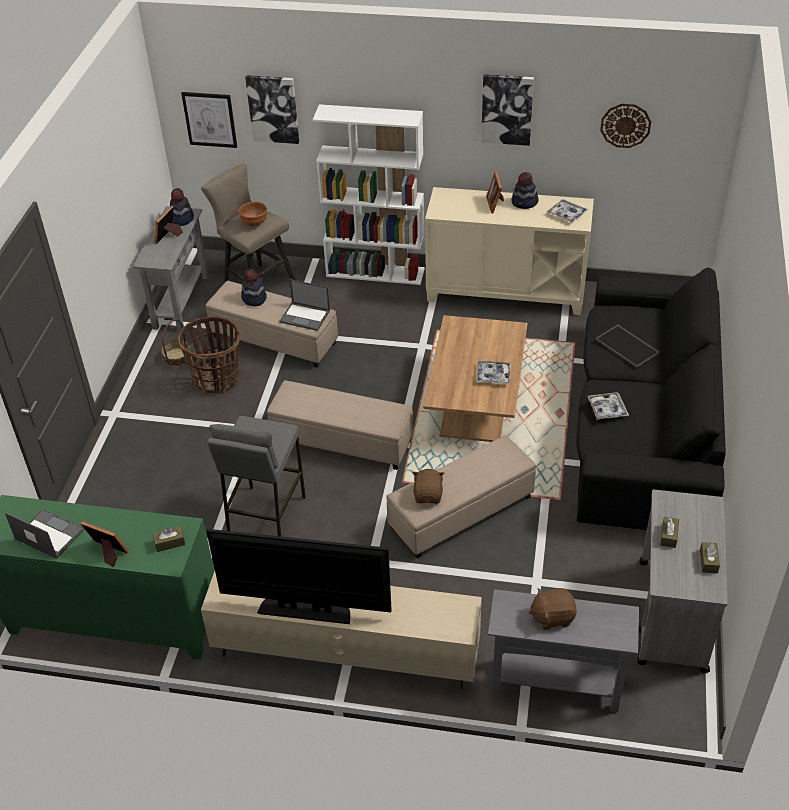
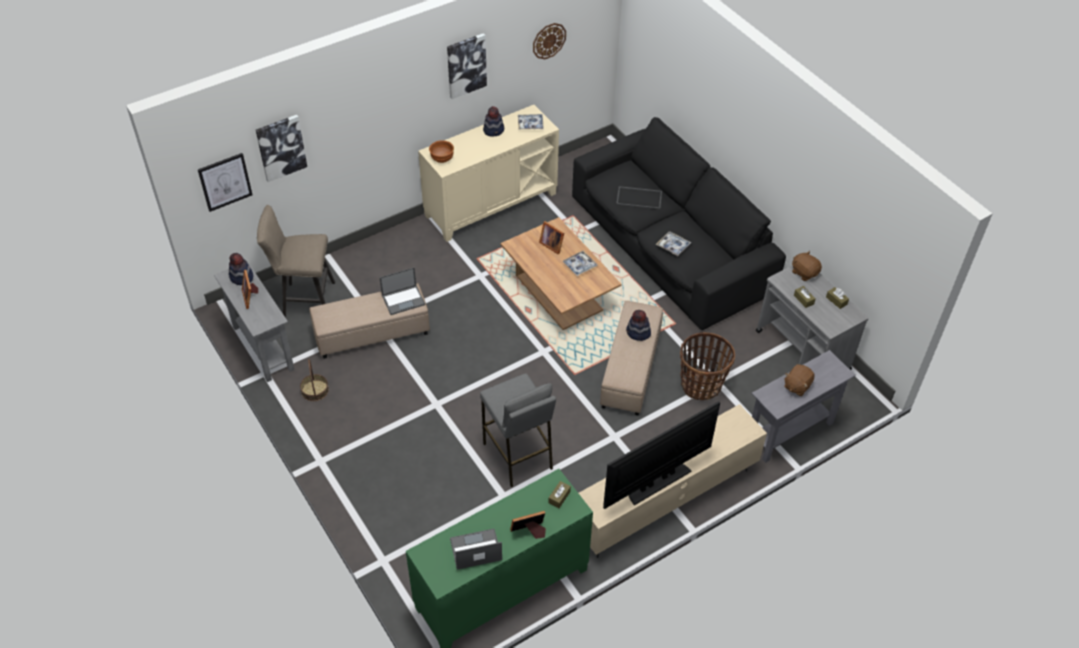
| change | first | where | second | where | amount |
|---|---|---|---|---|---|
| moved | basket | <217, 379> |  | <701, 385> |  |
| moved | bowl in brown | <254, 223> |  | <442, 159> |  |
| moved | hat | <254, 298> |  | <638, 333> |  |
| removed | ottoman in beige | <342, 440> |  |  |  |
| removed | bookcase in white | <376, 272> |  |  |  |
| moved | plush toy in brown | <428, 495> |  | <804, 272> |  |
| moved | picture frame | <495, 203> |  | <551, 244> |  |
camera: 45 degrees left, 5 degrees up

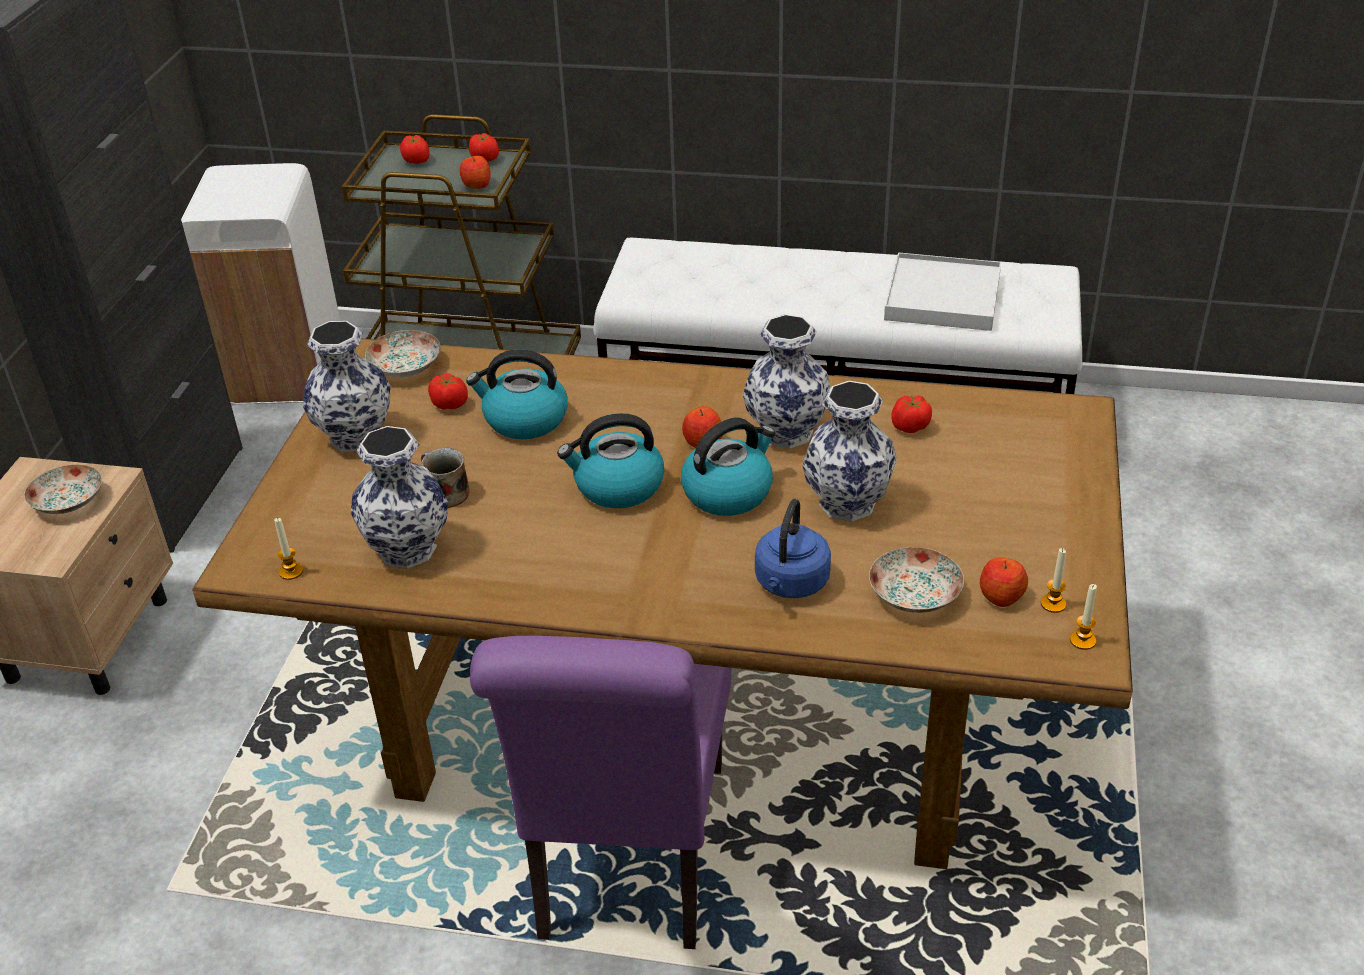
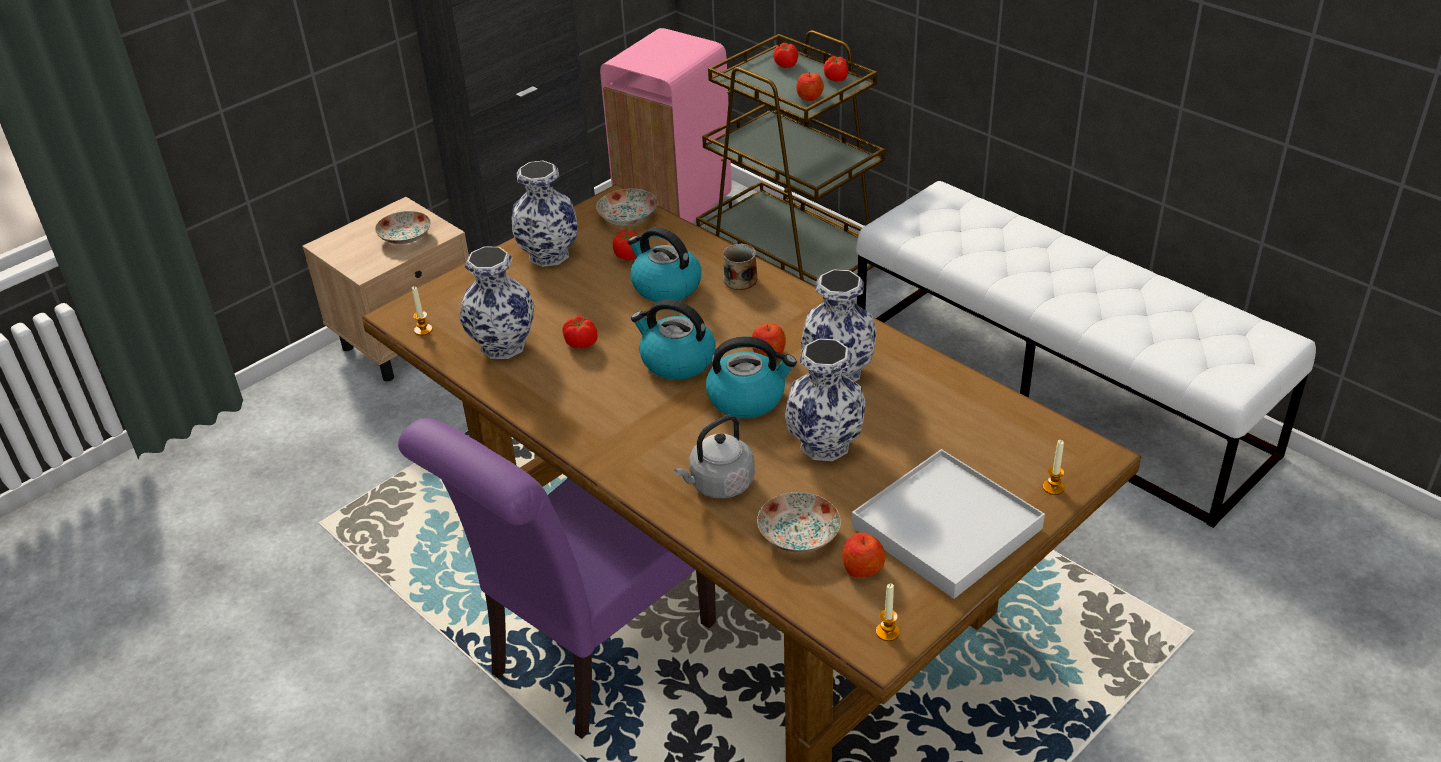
| change | first | where | second | where | amount |
|---|---|---|---|---|---|
| recoloured | trash can in white | <287, 371> | trash can in pink | <675, 204> |  |
| moved | mug | <445, 493> |  | <739, 279> |  |
| recoloured | kettle in blue | <790, 584> | kettle in grey | <719, 485> |  |
| moved | tray in white | <942, 297> |  | <946, 528> |  |
| moved | tomato | <910, 427> |  | <581, 344> |  |
| moved | candle | <1053, 604> |  | <1053, 487> |  |
camera: 35 degrees right, 0 degrees up

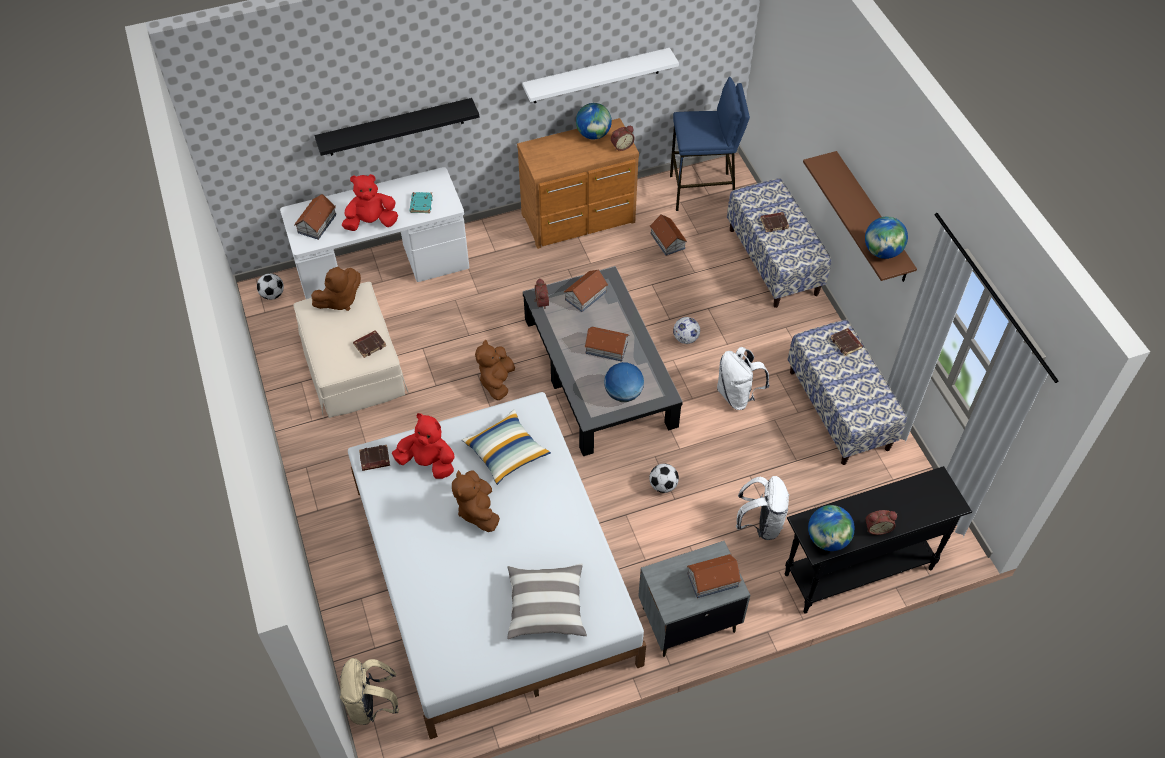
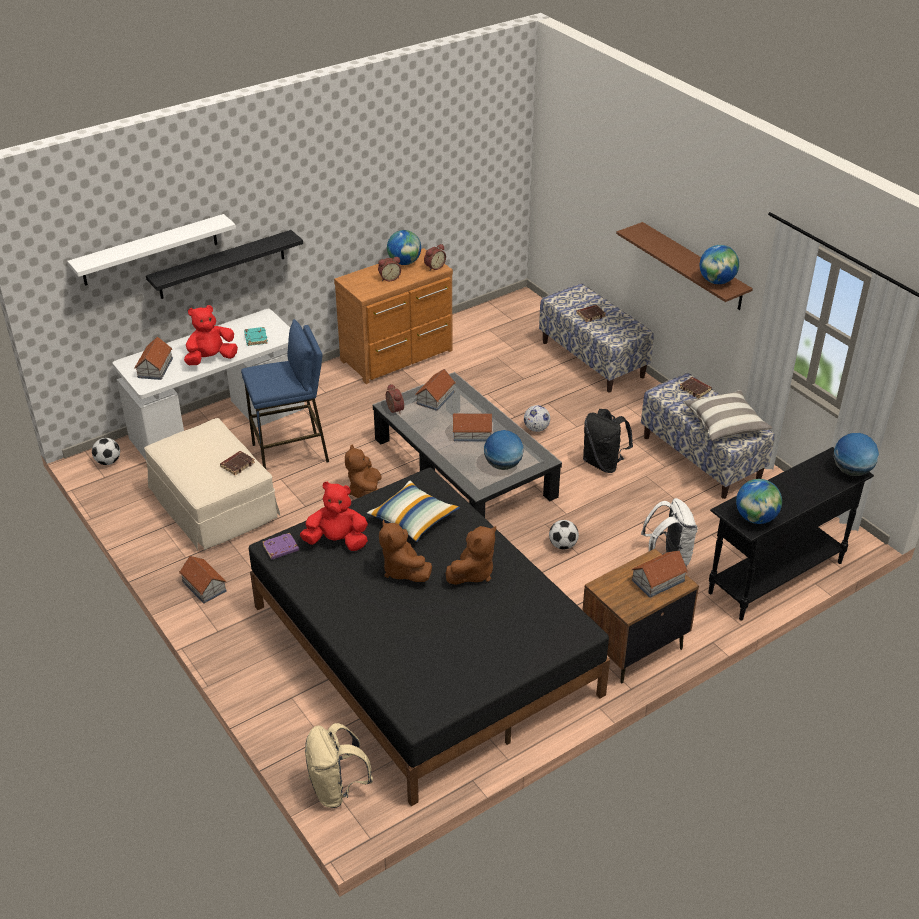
| change | first | where | second | where | amount |
|---|---|---|---|---|---|
| moved | plush toy in brown | <339, 300> |  | <473, 573> |  |
| recoloured | bed in white | <493, 574> | bed in black | <423, 650> |  |
| recoloured | book in brown | <374, 460> | book in purple | <280, 549> |  |
| moved | pillow | <546, 607> |  | <725, 424> |  |
| moved | shelf in white | <596, 76> |  | <150, 250> |  |
| recoloured | nightstand in grey | <687, 620> | nightstand in brown | <632, 648> |  |
| moved | toy house | <667, 241> |  | <204, 586> |  |
| moved | stool in blue | <702, 191> |  | <291, 454> |  |
| recoloured | backpack in white | <737, 395> | backpack in black | <603, 463> |  |
| moved | alarm clock | <877, 527> |  | <389, 278> |  |
| added |  |  | globe | <851, 471> |  |
camera: 15 degrees left, 15 degrees down

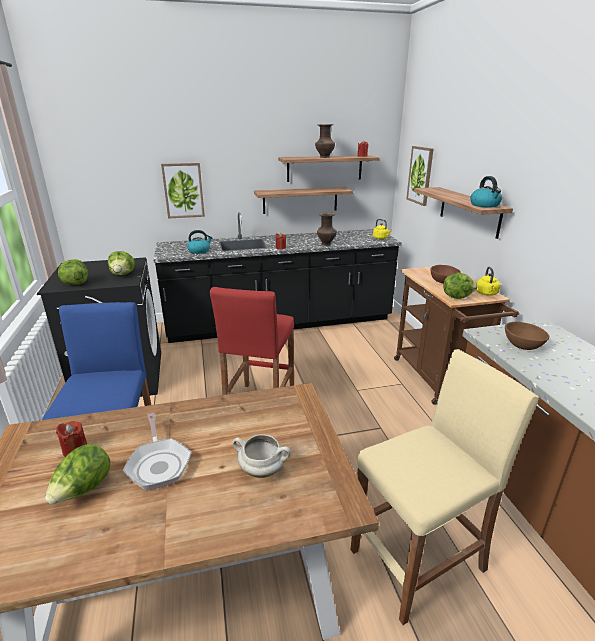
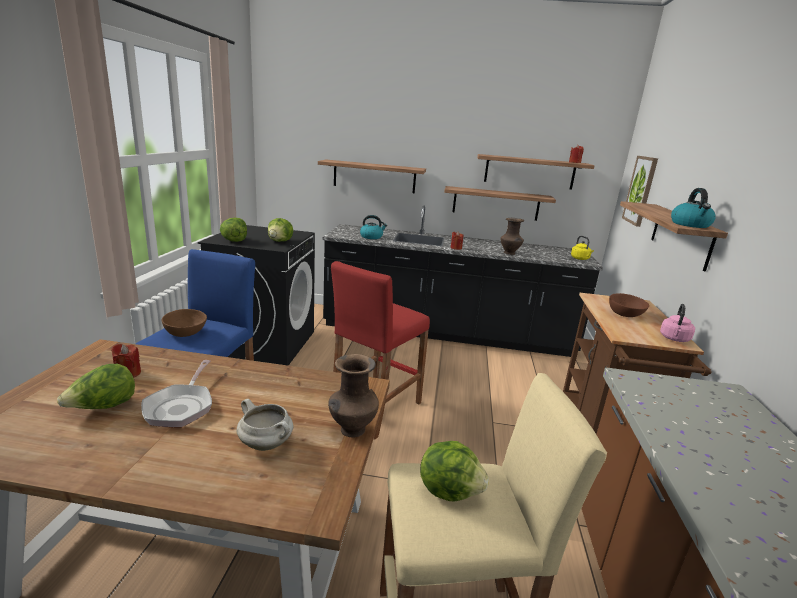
| change | first | where | second | where | amount |
|---|---|---|---|---|---|
| replaced | picture | <183, 190> | shelf | <374, 176> |  |
| moved | vase in brown | <324, 157> |  | <351, 430> |  |
| moved | lettuce | <456, 297> |  | <449, 490> |  |
| recoloured | kettle in yellow | <486, 294> | kettle in pink | <674, 339> |  |
| moved | bowl in brown | <522, 345> |  | <185, 332> |  |
camera: 20 degrees right, 5 degrees down

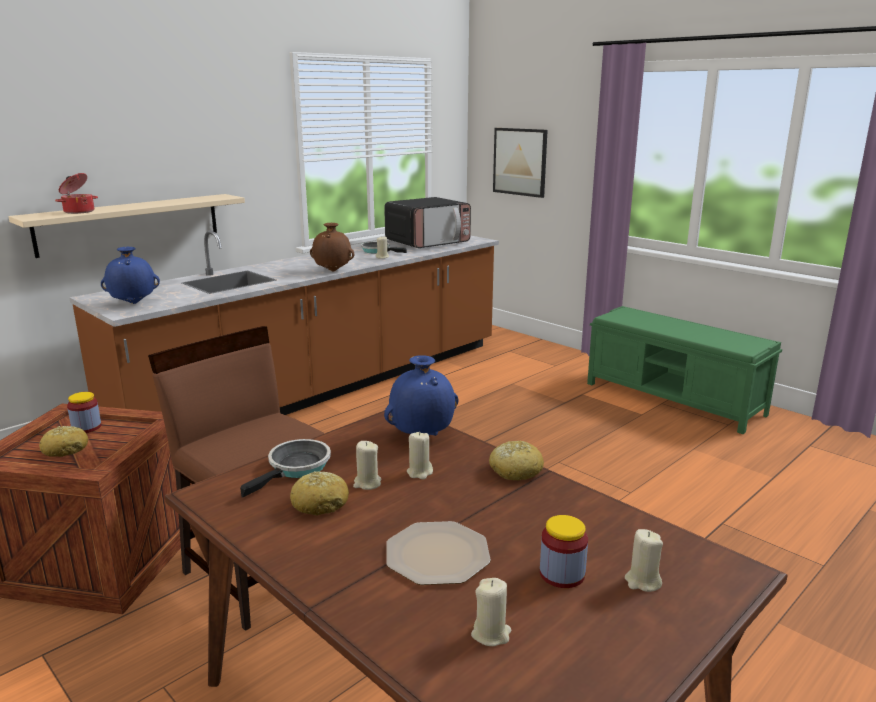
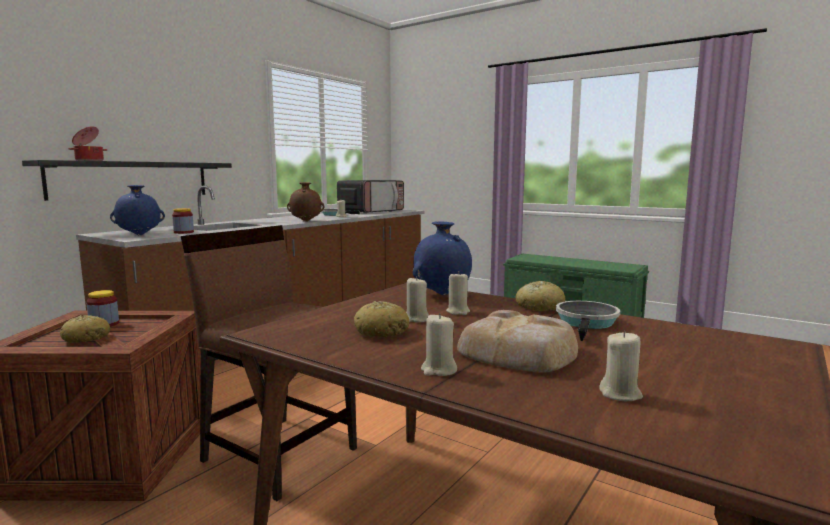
| change | first | where | second | where | amount |
|---|---|---|---|---|---|
| recoloured | shelf in beige | <130, 224> | shelf in black | <132, 179> |  |
| moved | frying pan | <296, 468> |  | <587, 323> |  |
| replaced | plate | <437, 555> | bread | <519, 353> |  |
| removed | picture | <520, 162> |  |  |  |
| moved | jar | <562, 574> |  | <183, 232> |  |
| moved | candle in beige | <642, 581> |  | <438, 370> |  |
camera: 10 degrees left, 10 degrees down

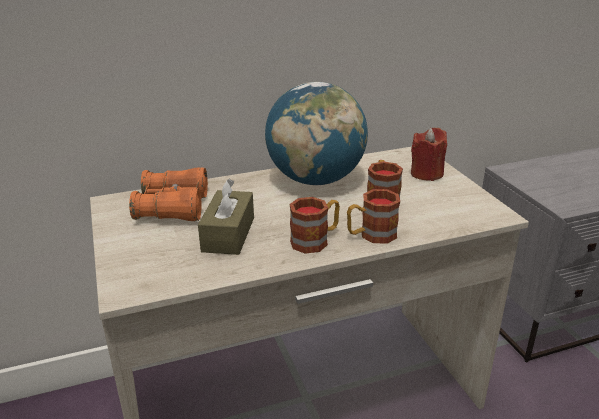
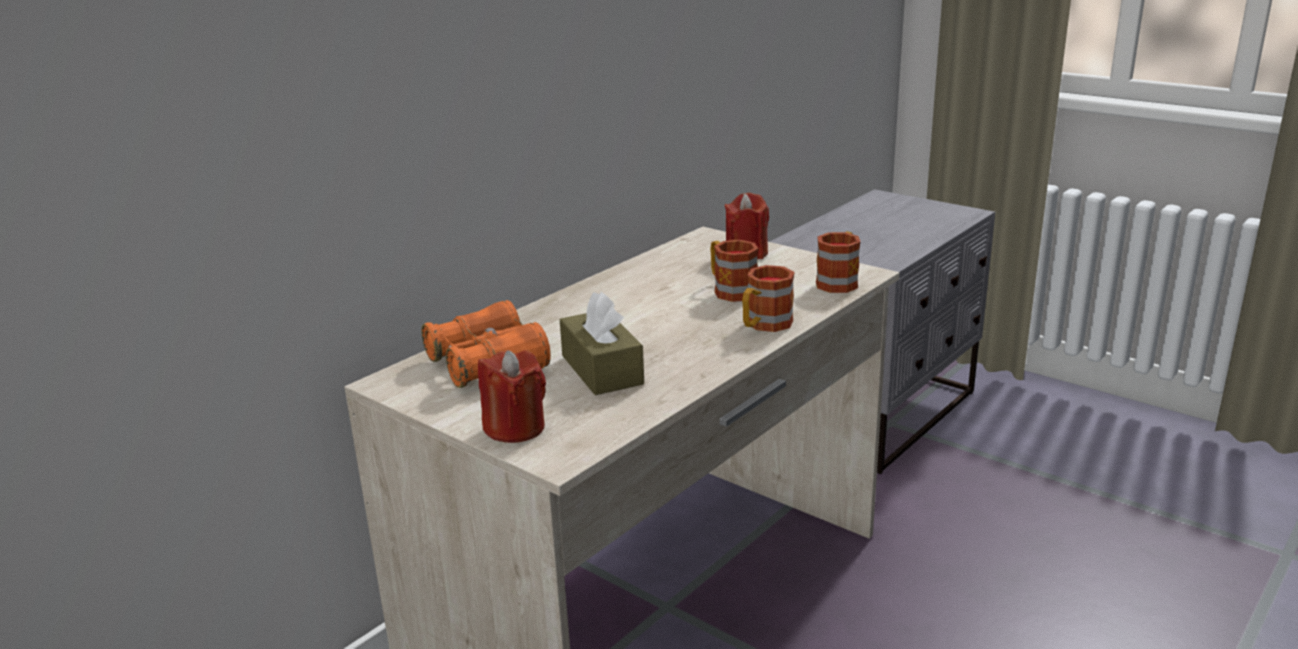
| change | first | where | second | where | amount |
|---|---|---|---|---|---|
| removed | globe | <316, 180> |  |  |  |
| moved | mug | <315, 240> |  | <839, 281> |  |
| added |  |  | candle in red | <515, 428> |  |
camera: 30 degrees left, 5 degrees down

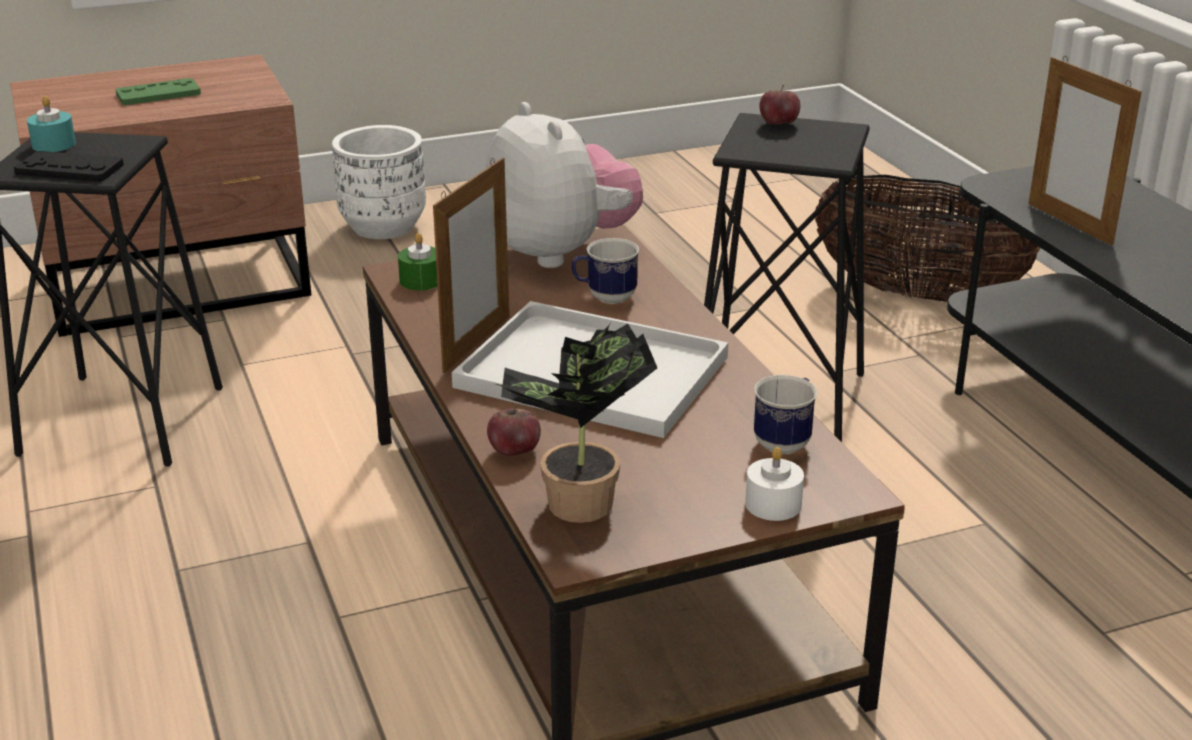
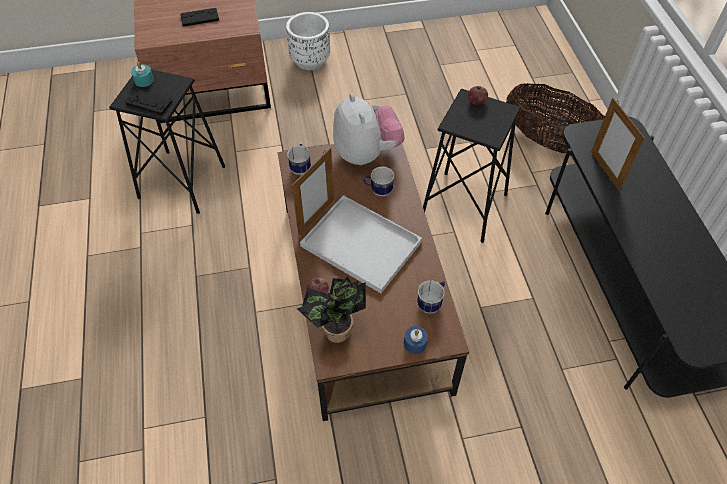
| change | first | where | second | where | amount |
|---|---|---|---|---|---|
| recoloured | game controller in green | <158, 94> | game controller in black | <199, 18> |  |
| replaced | candle in green | <421, 280> | mug | <300, 167> |  |
| recoloured | candle in white | <773, 504> | candle in blue | <415, 343> |  |
camera: 10 degrees right, 25 degrees up

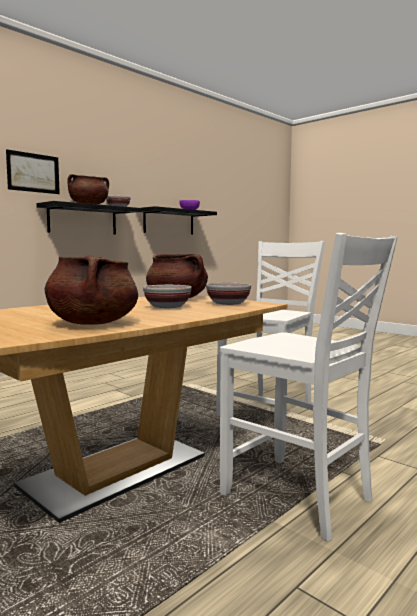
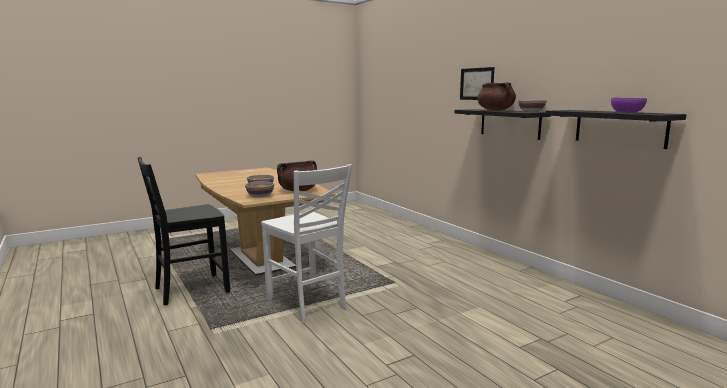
| change | first | where | second | where | amount |
|---|---|---|---|---|---|
| removed | cooking pot in brown | <93, 323> |  |  |  |
| recoloured | chair in white | <299, 498> | chair in black | <190, 290> |  |
camera: 105 degrees right, 5 degrees up

